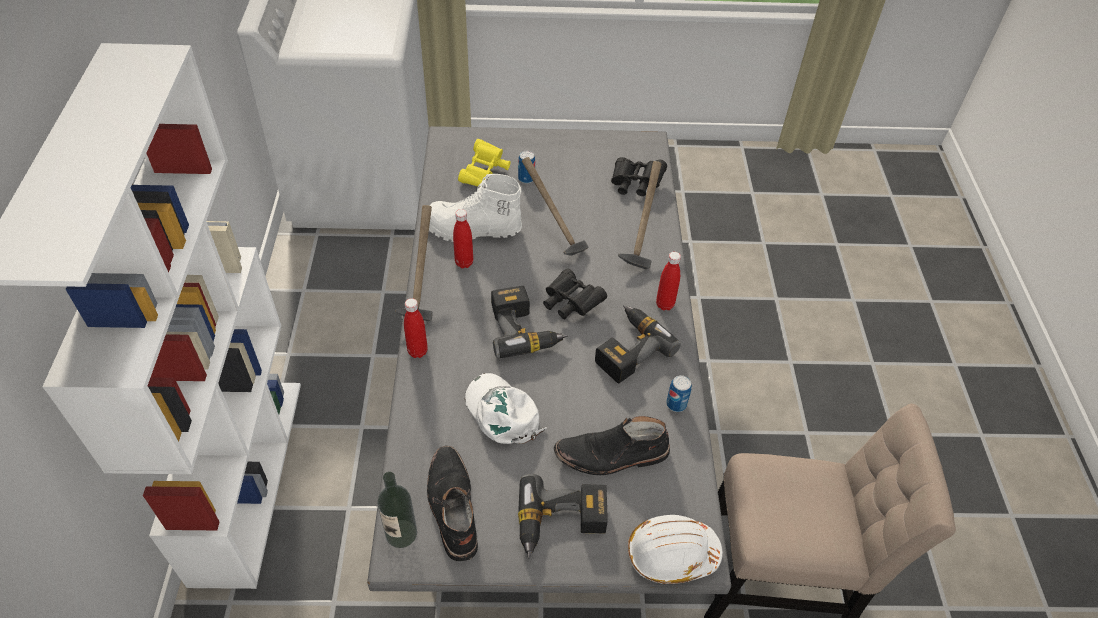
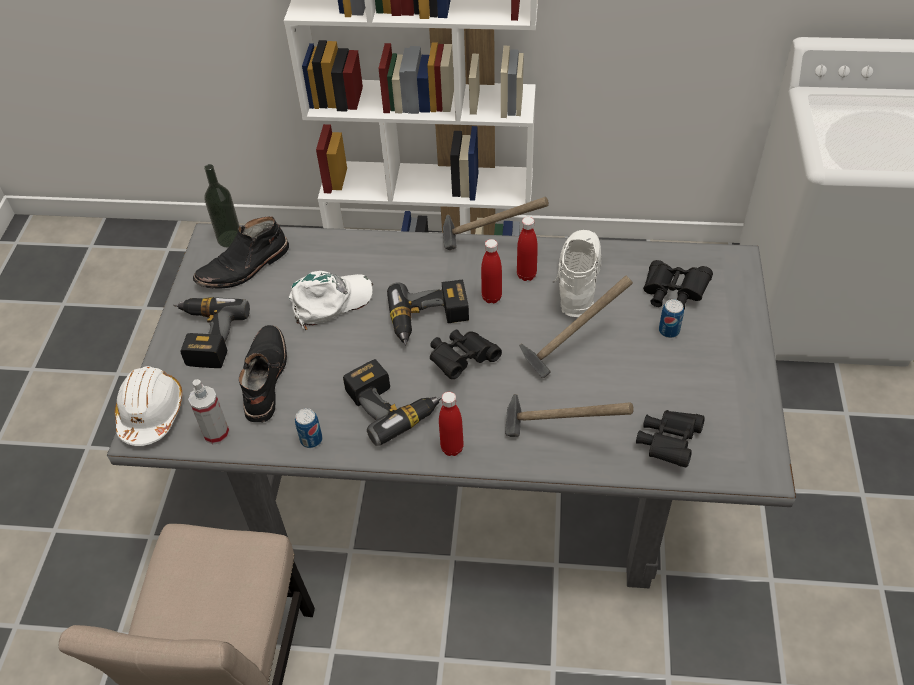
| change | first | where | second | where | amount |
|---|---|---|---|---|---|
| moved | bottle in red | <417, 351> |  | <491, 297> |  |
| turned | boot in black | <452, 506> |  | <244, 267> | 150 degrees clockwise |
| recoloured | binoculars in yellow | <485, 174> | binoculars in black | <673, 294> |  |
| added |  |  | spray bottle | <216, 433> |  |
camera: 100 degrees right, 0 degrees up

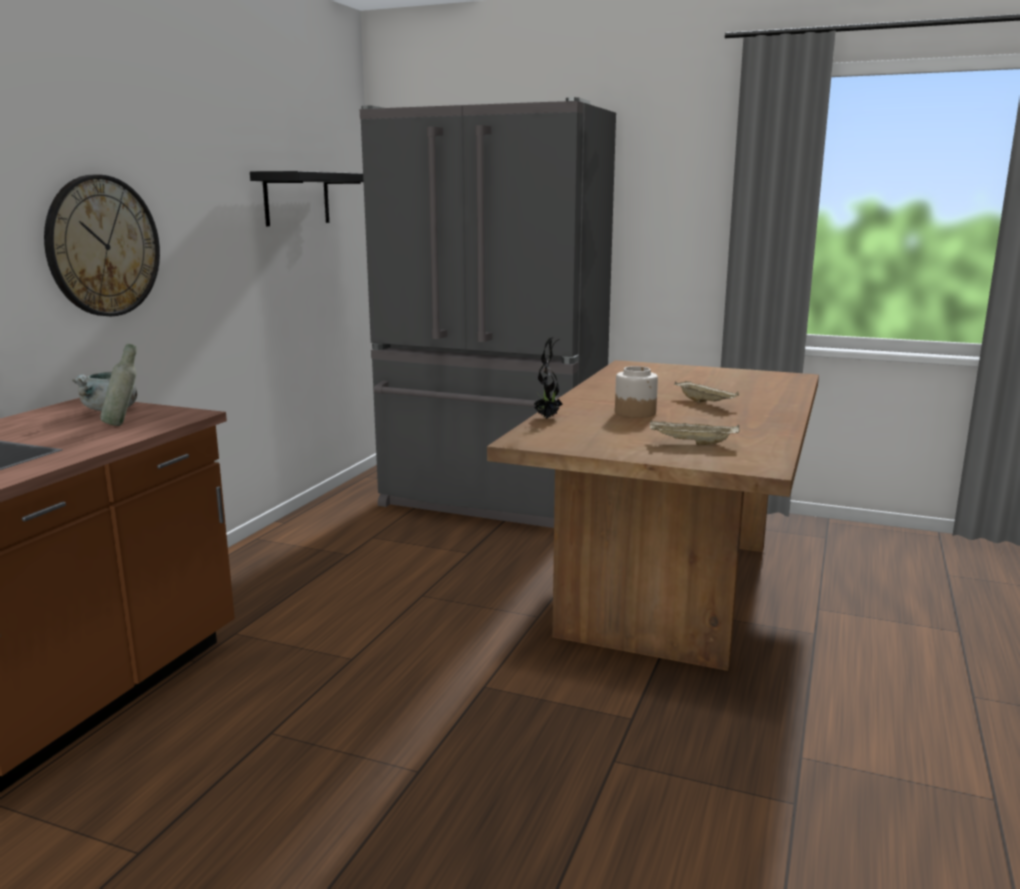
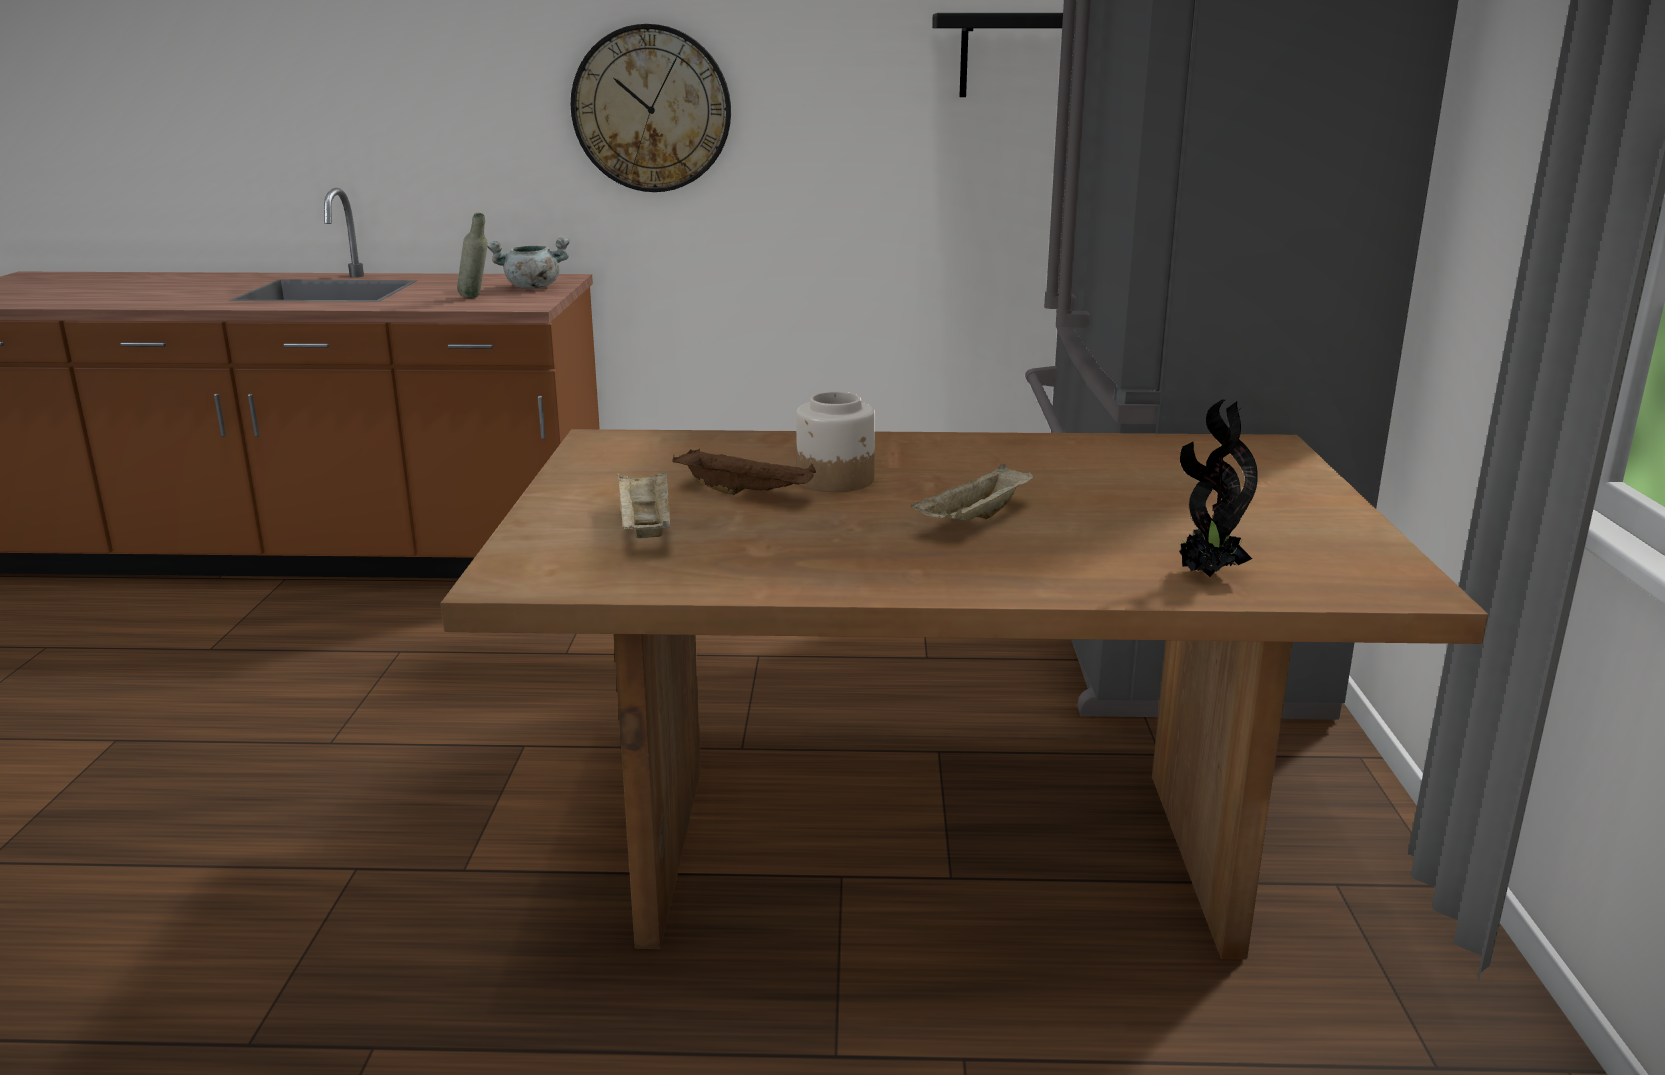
| change | first | where | second | where | amount |
|---|---|---|---|---|---|
| moved | potted plant | <547, 418> |  | <1207, 574> |  |
| added |  |  | tray in brown | <747, 493> |  |
camera: 70 degrees right, 5 degrees up

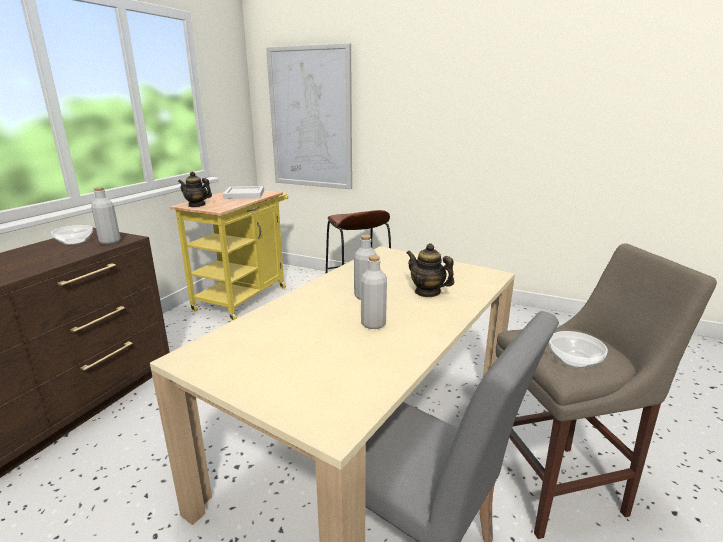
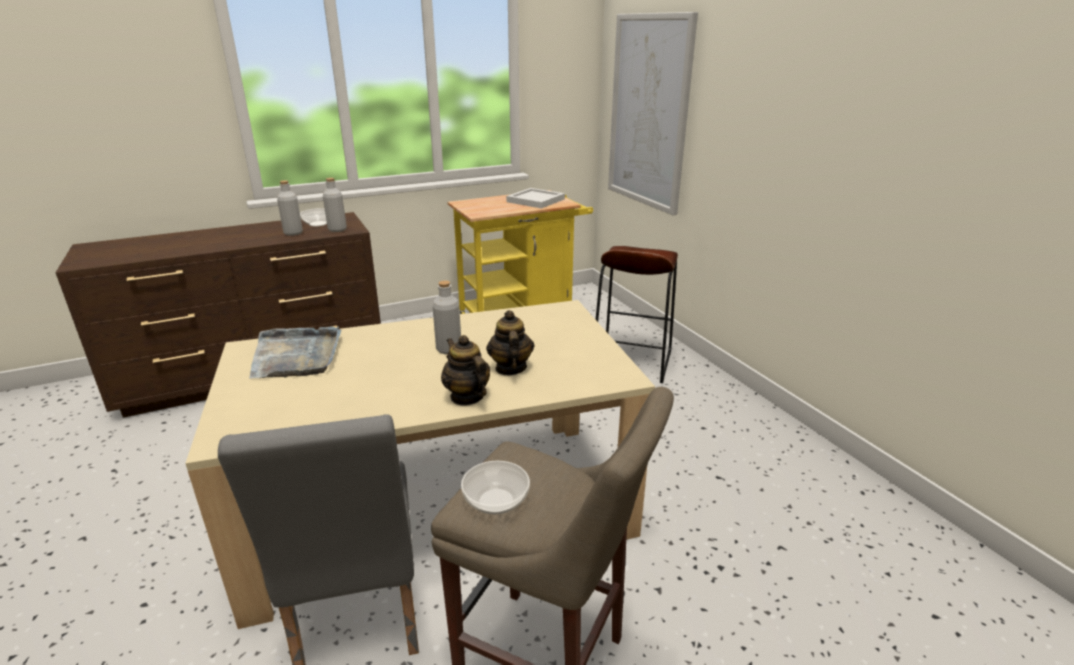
| change | first | where | second | where | amount |
|---|---|---|---|---|---|
| moved | teapot | <197, 205> |  | <467, 396> |  |
| moved | bottle in grey | <373, 324> |  | <293, 233> |  |
| added |  |  | tray in grey | <296, 355> |  |
camera: 40 degrees right, 5 degrees up

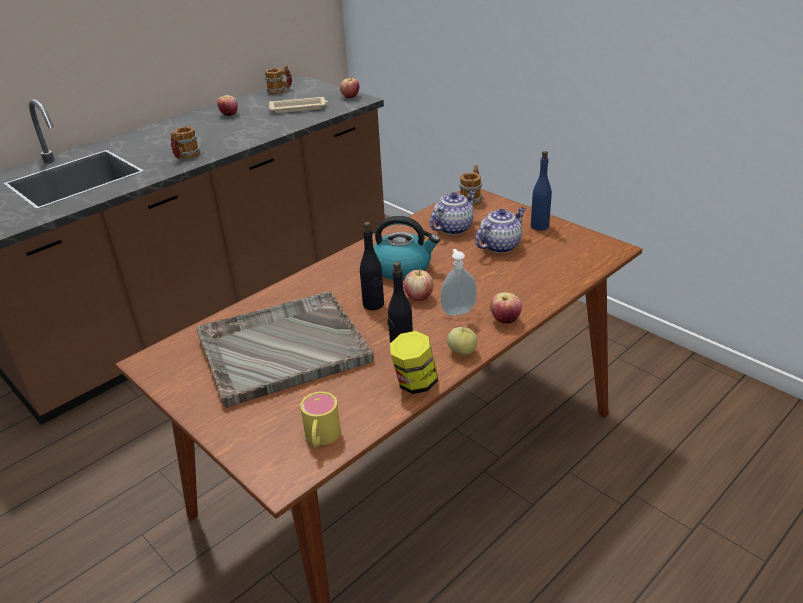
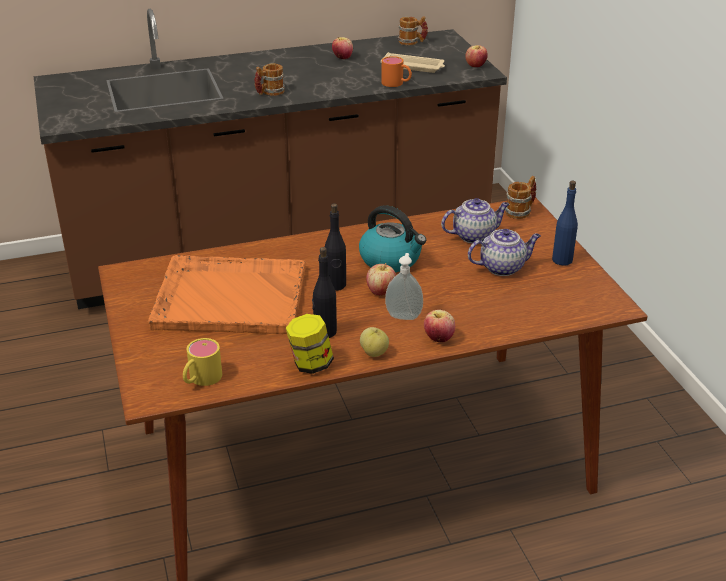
| change | first | where | second | where | amount |
|---|---|---|---|---|---|
| recoloured | tray in grey | <281, 349> | tray in orange | <229, 297> |  |
| added |  |  | mug in orange | <396, 83> |  |
camera: 25 degrees right, 0 degrees up

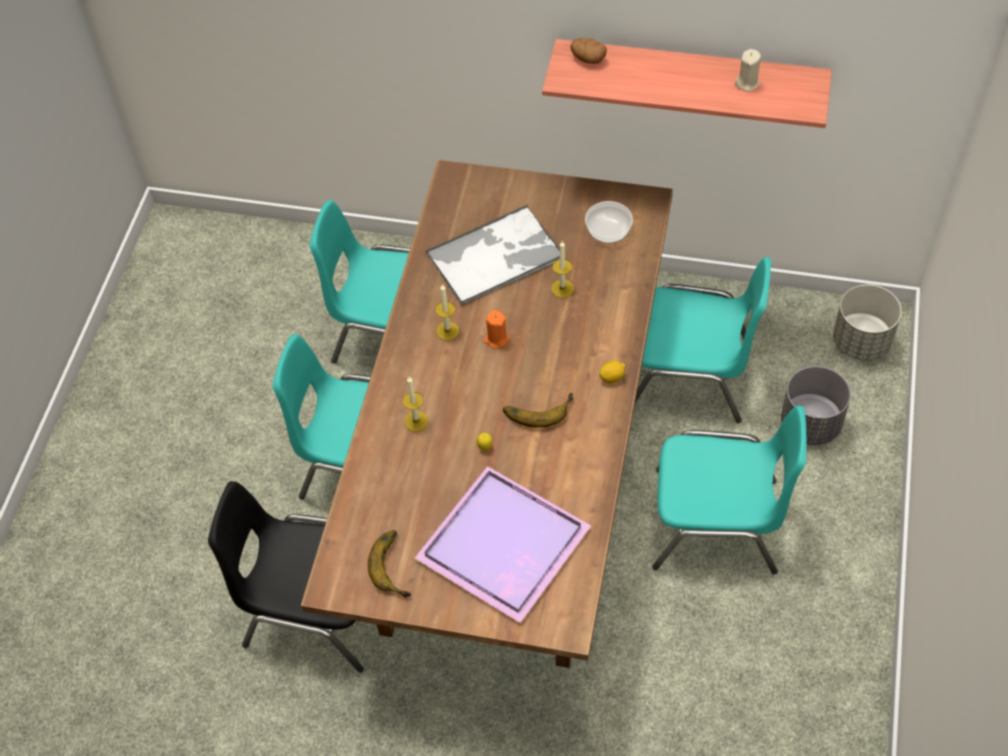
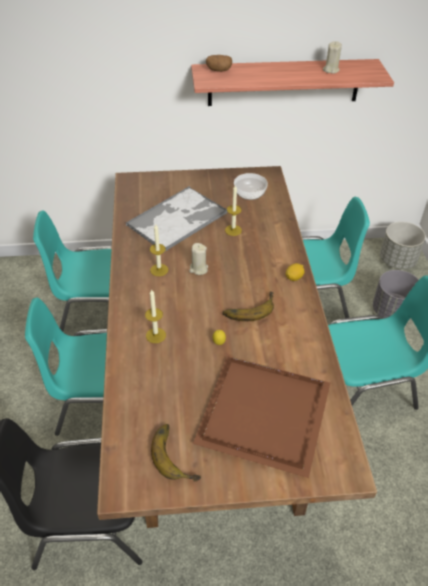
| change | first | where | second | where | amount |
|---|---|---|---|---|---|
| recoloured | tray in purple | <500, 545> | tray in brown | <261, 416> |  |
| recoloured | candle in orange | <496, 339> | candle in beige | <198, 269> |  |
camera: 20 degrees left, 10 degrees down

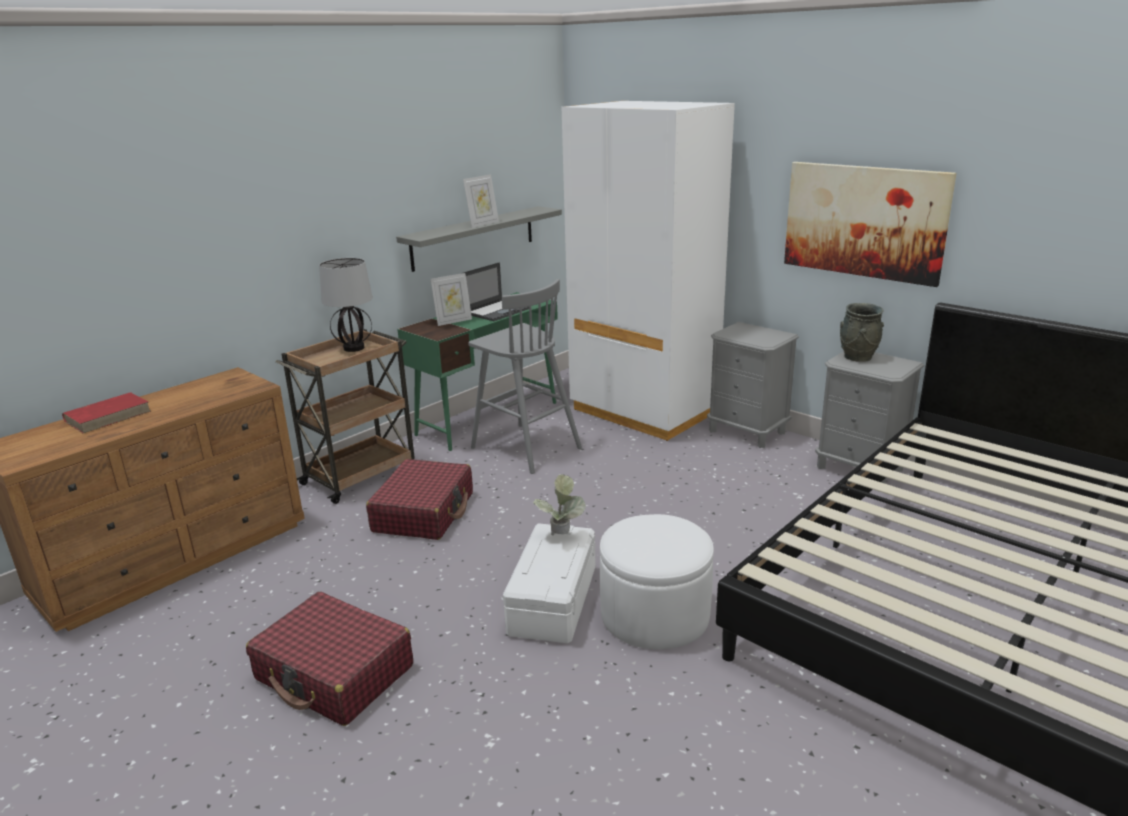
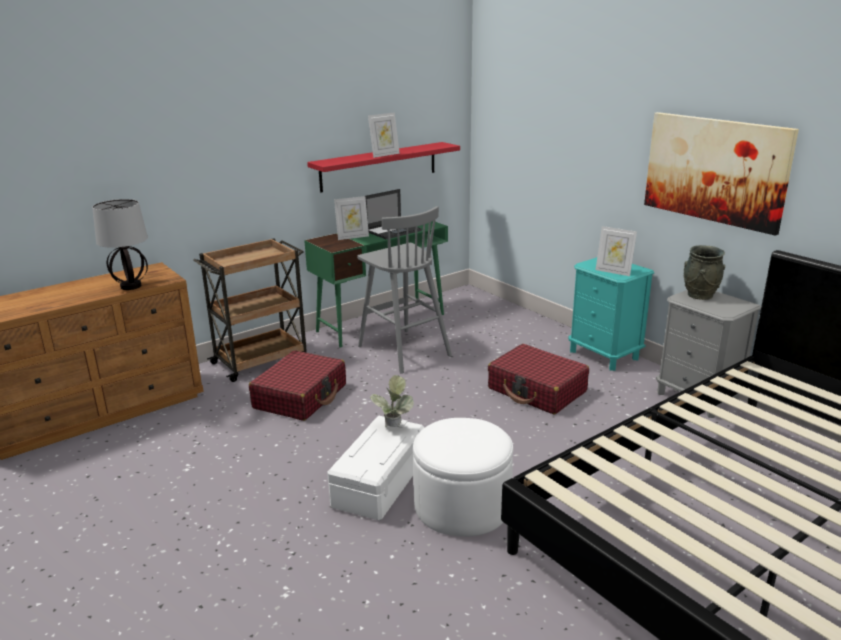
| change | first | where | second | where | amount |
|---|---|---|---|---|---|
| removed | book in red | <108, 416> |  |  |  |
| moved | suitcase in red | <334, 673> |  | <537, 390> |  |
| moved | table lamp | <353, 348> |  | <130, 286> |  |
| recoloured | shelf in grey | <473, 238> | shelf in red | <379, 166> |  |
| removed | wardrobe in white | <643, 411> |  |  |  |
| recoloured | nightstand in grey | <747, 432> | nightstand in turquoise | <604, 355> |  |
| added |  |  | picture frame | <613, 272> |  |
camera: 10 degrees right, 0 degrees up

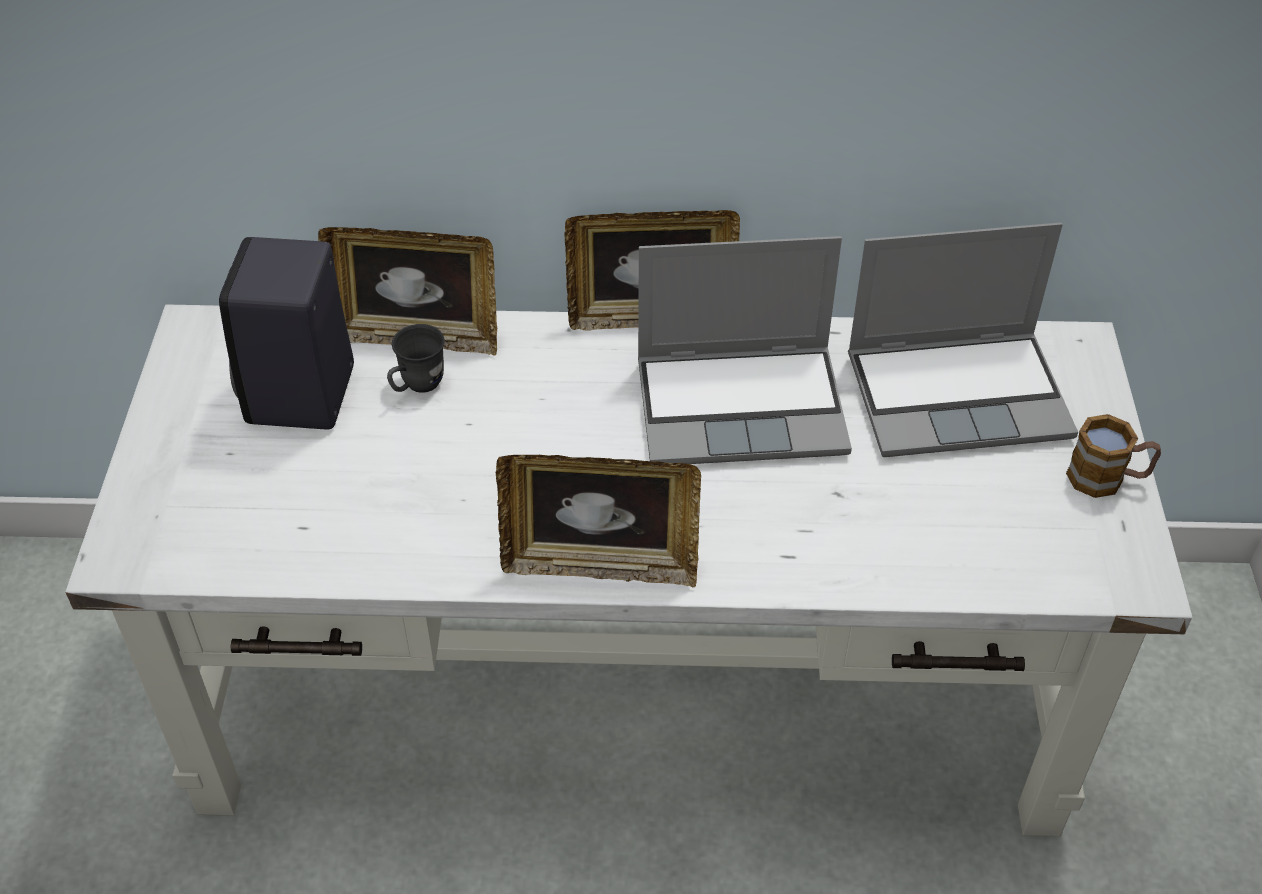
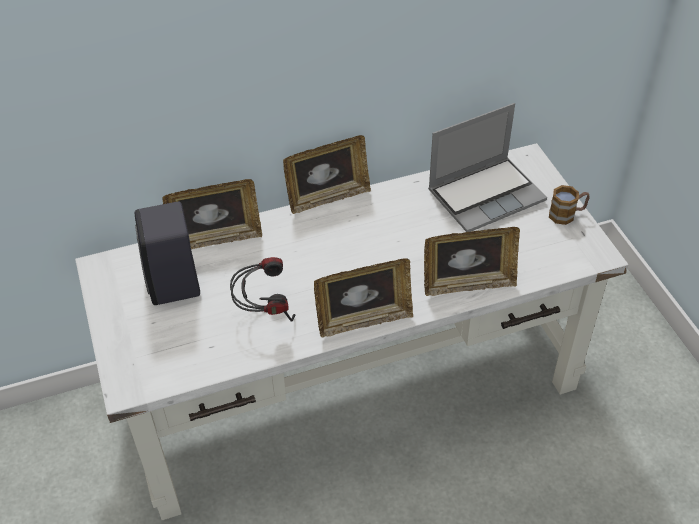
| change | first | where | second | where | amount |
|---|---|---|---|---|---|
| removed | mug in grey | <417, 386> |  |  |  |
| removed | laptop | <743, 406> |  |  |  |
| added |  |  | headphones | <264, 310> |  |
| added |  |  | picture frame | <468, 284> |  |
camera: 20 degrees left, 0 degrees up

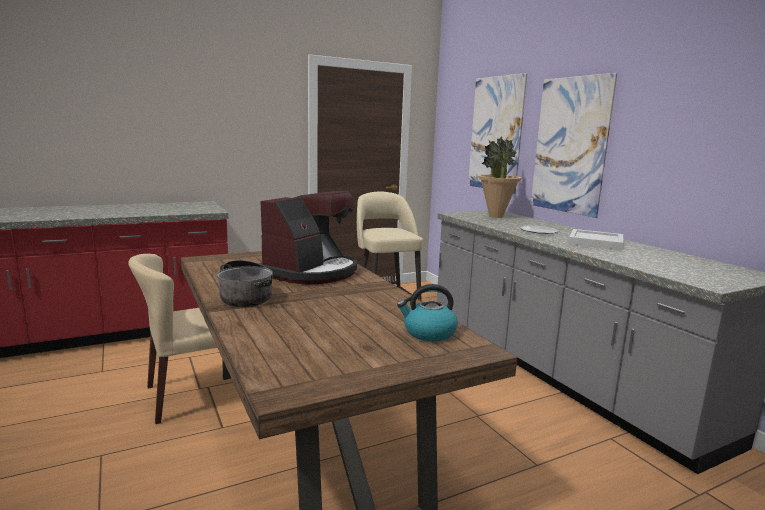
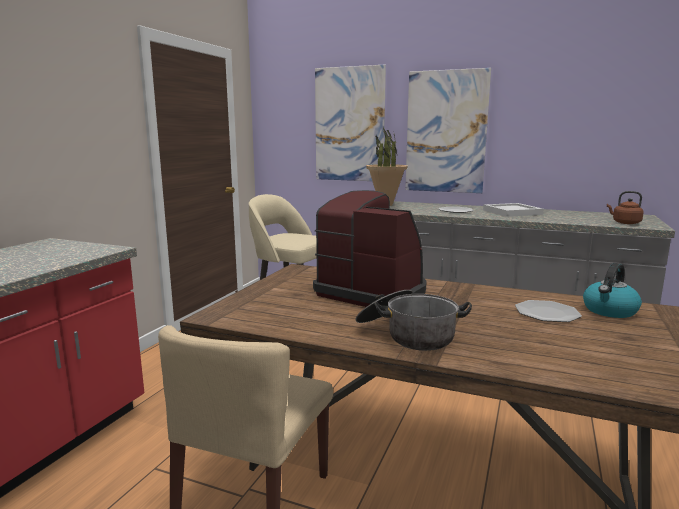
| change | first | where | second | where | amount |
|---|---|---|---|---|---|
| turned | coffee machine | <311, 272> |  | <373, 292> | 45 degrees counterclockwise |
| added |  |  | plate | <547, 313> |  |
| added |  |  | kettle in brown | <624, 223> |  |
camera: 40 degrees left, 0 degrees up

